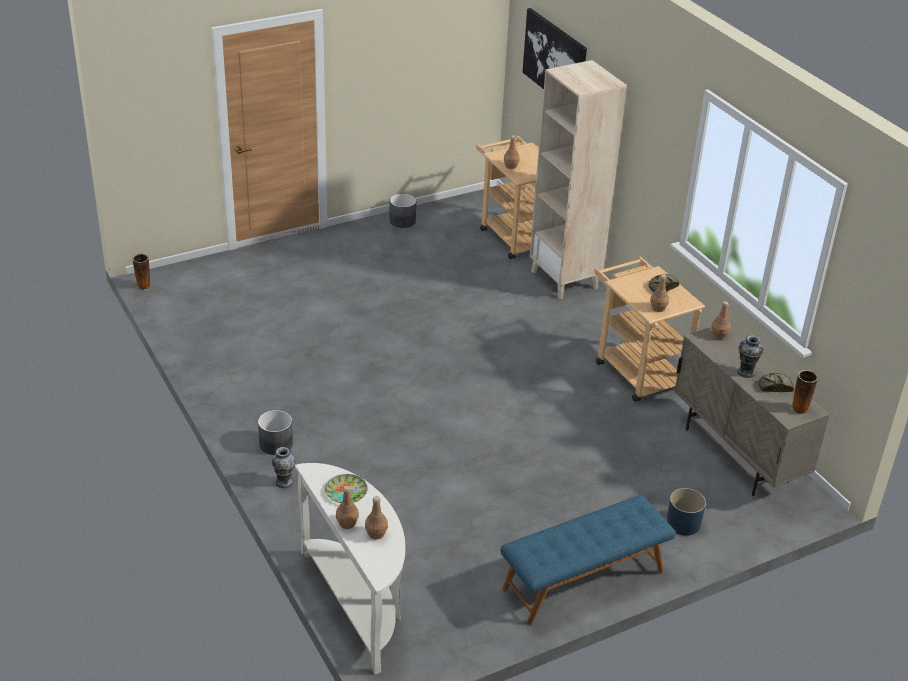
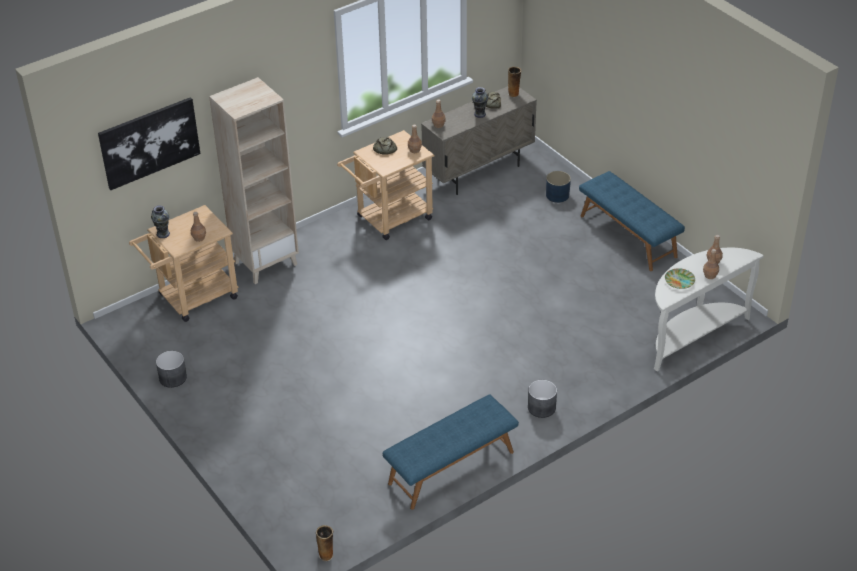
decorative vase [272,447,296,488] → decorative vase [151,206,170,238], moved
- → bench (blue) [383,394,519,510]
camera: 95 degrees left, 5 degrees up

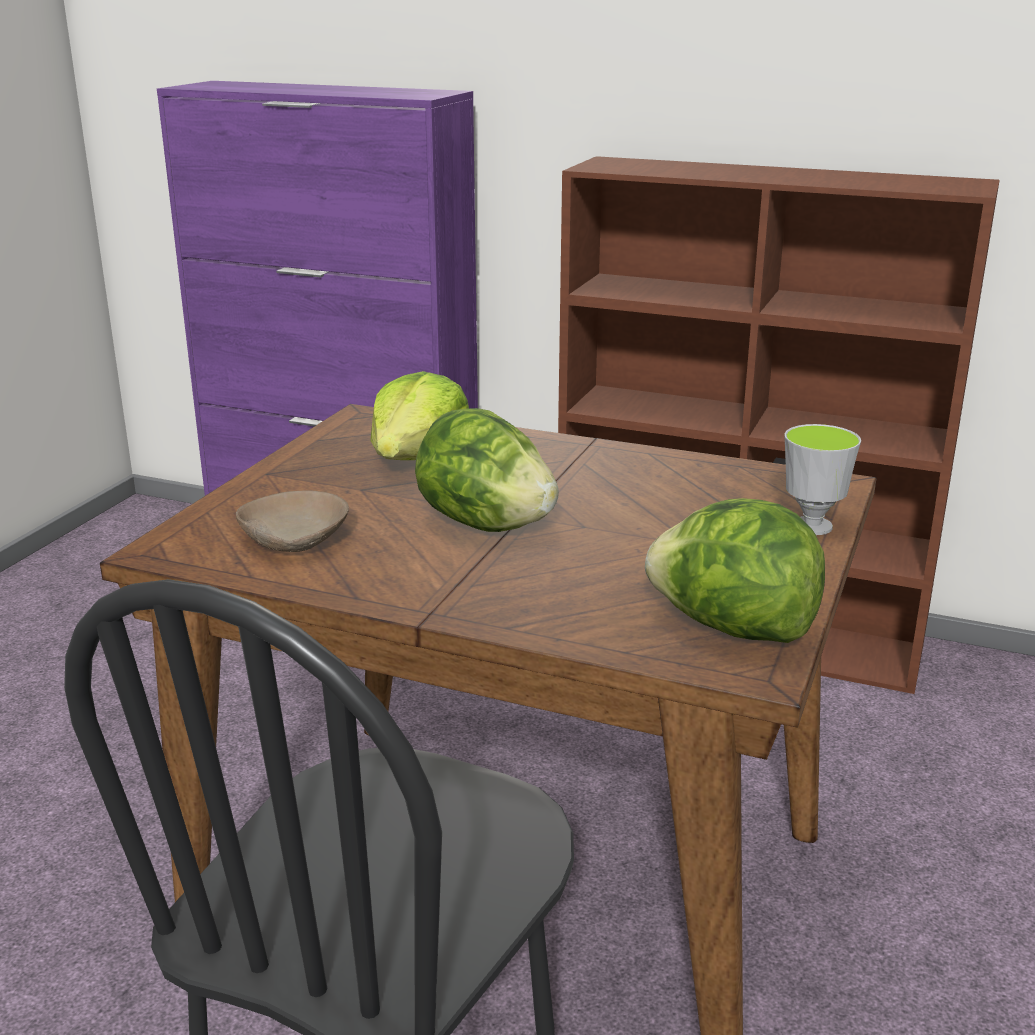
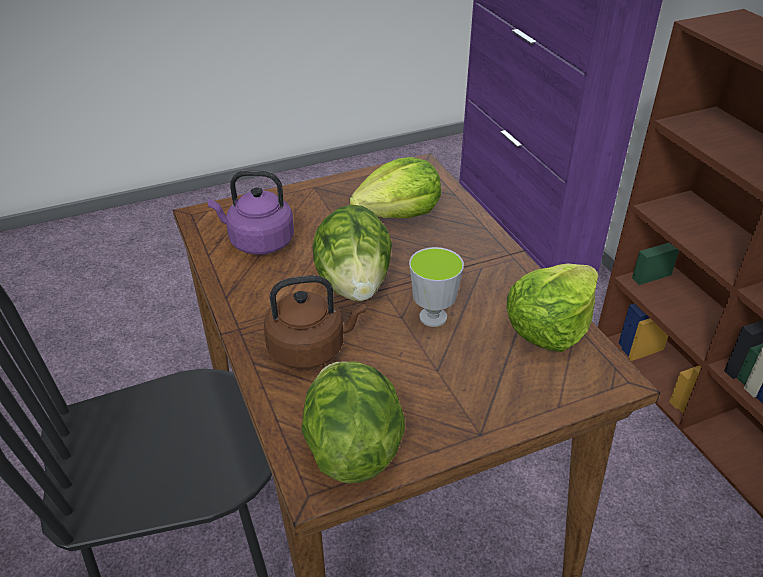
serving bowl (beige) [236,490,349,552] → kettle (purple-coloured) [208,170,294,255]
cup [784,424,861,535] → cup [409,247,464,327], moved
- → kettle (brownish) [264,275,366,369]
- → lettuce [507,263,598,352]
camera: 45 degrees right, 15 degrees up

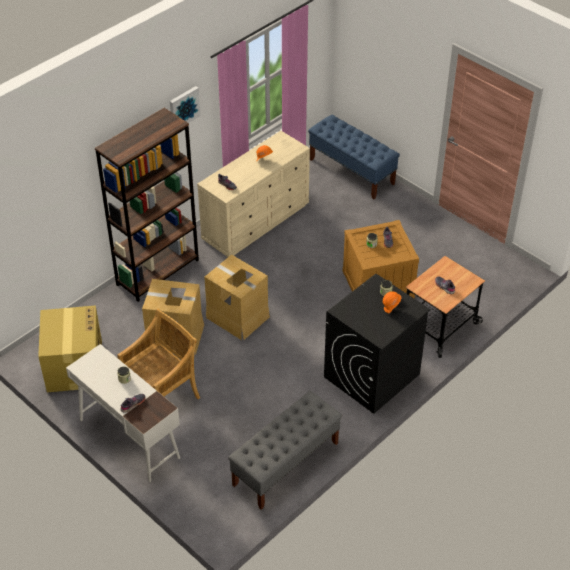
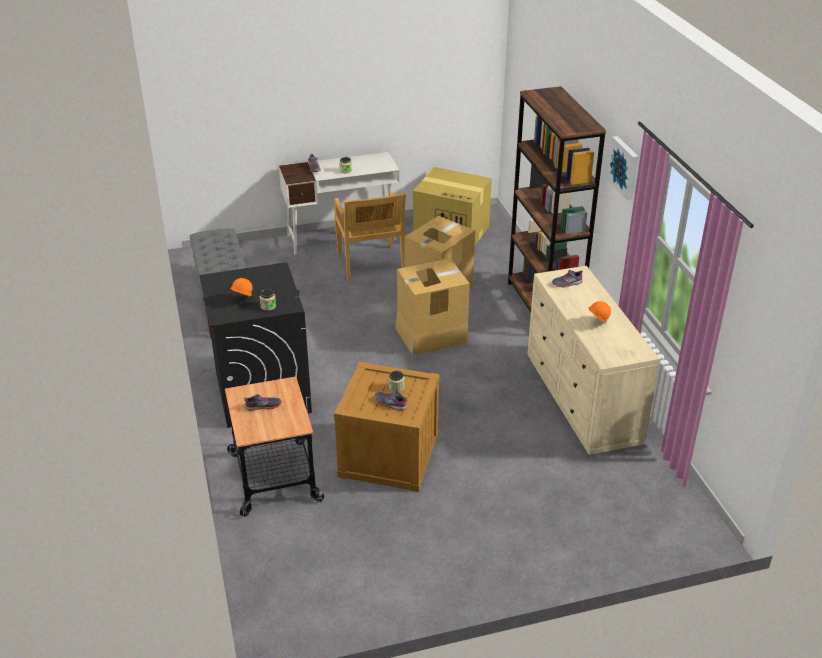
bench (blue) [308,115,400,199] → -
camera: 120 degrees right, 10 degrees down

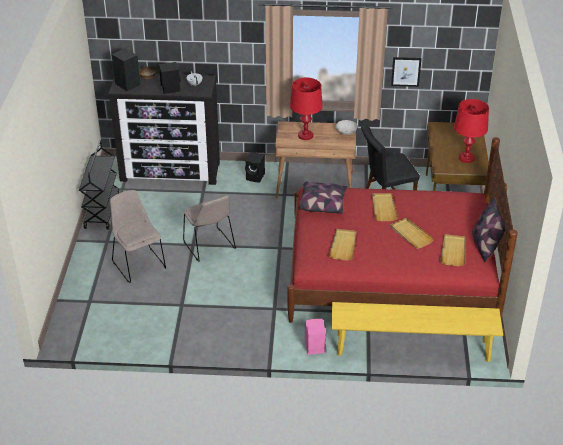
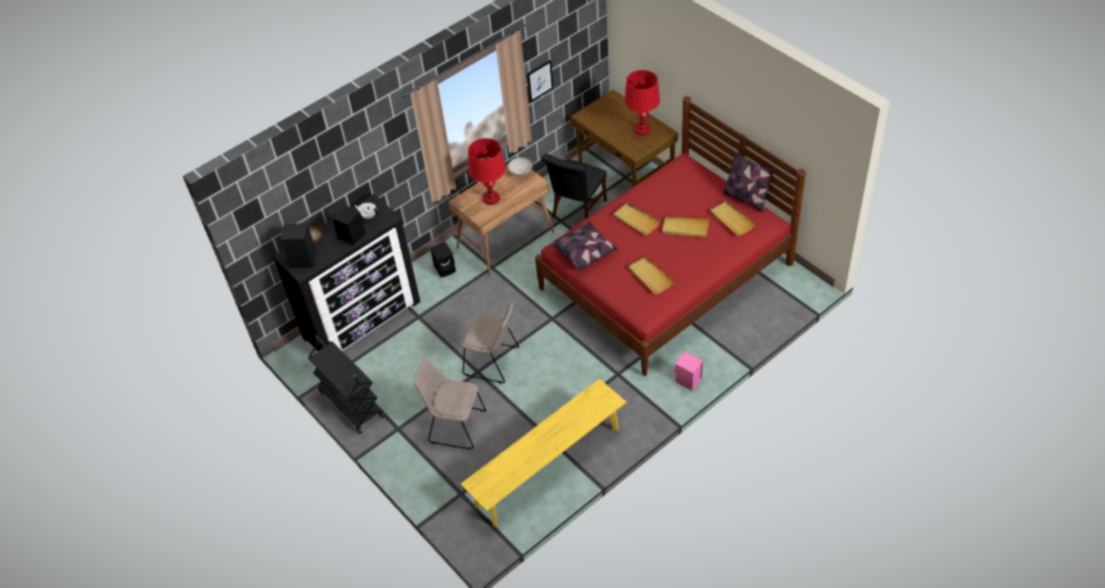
bench (yellow-coloured) [332,302,503,362] → bench (yellow-coloured) [461,379,626,526], moved
camera: 40 degrees left, 10 degrees up

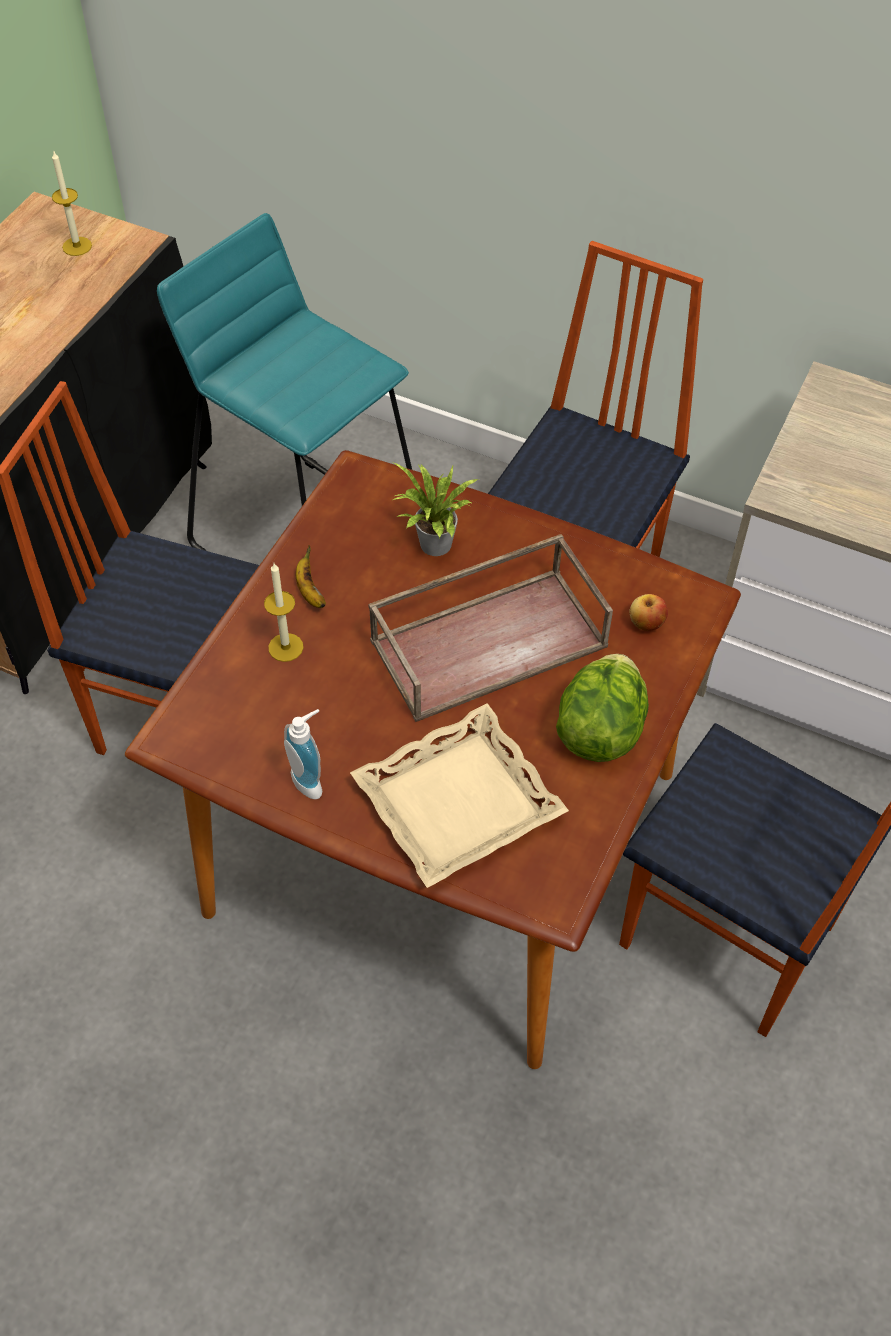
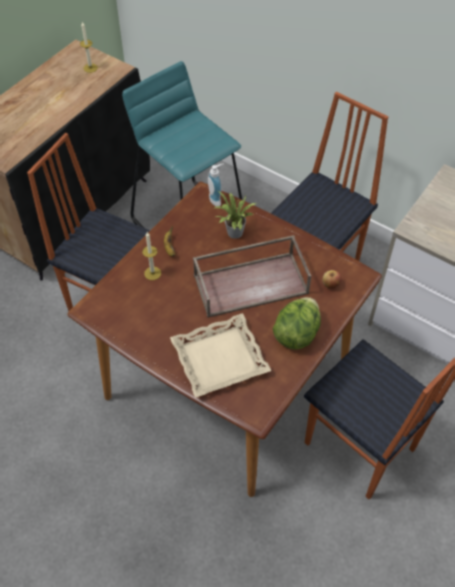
soap dispenser [284,709,322,799] → soap dispenser [208,164,224,206], moved
camera: 10 degrees right, 0 degrees up

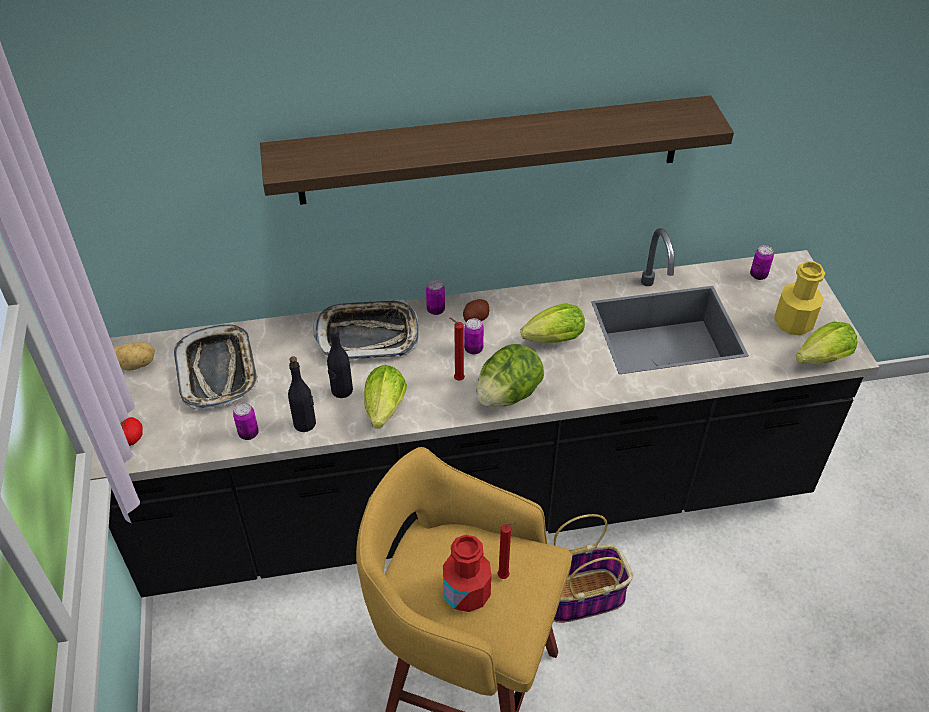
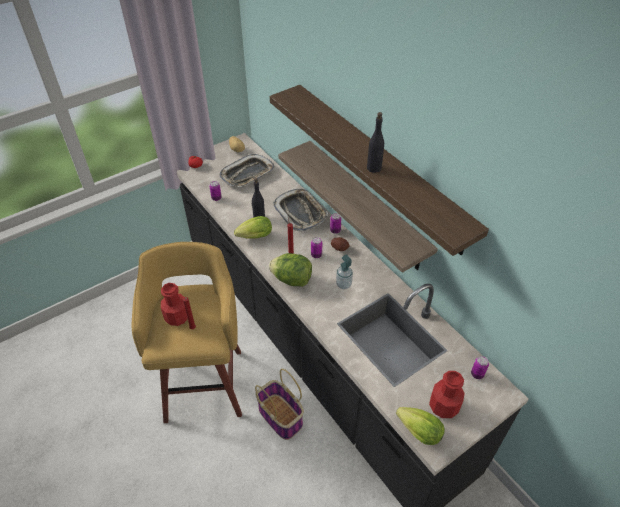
drink bottle (black) [288,356,316,432] → drink bottle (black) [367,112,384,173], moved
lettuce [520,304,585,343] → soap dispenser [336,254,353,289]
drink bottle (yellow-coloured) [774,261,825,335] → drink bottle (red) [429,371,465,418]
- → shelf [278,141,438,273]
camera: 65 degrees right, 0 degrees up

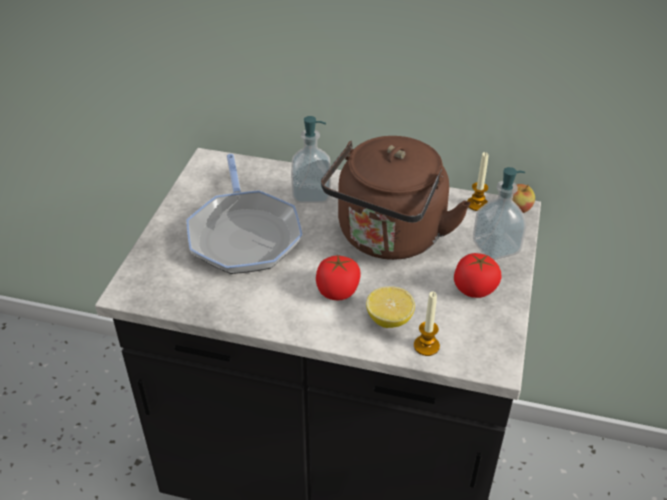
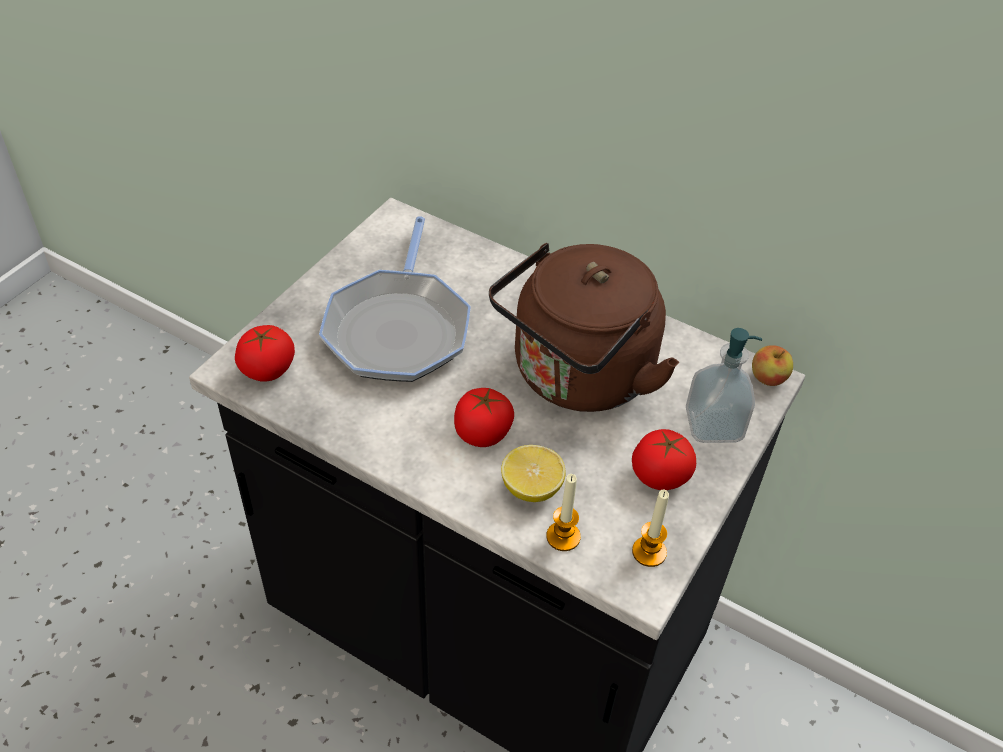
soap dispenser [291,116,330,203] → -
candle [467,152,489,211] → candle [632,490,669,567], moved
- → tomato [235,325,295,382]
camera: 15 degrees right, 5 degrees up

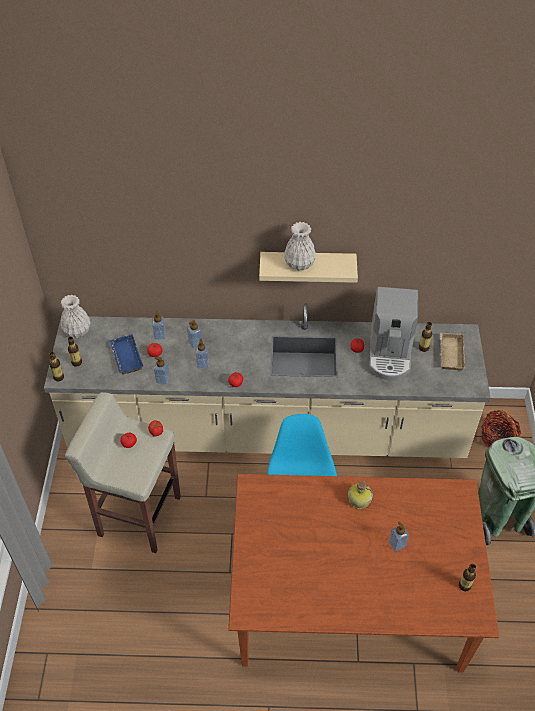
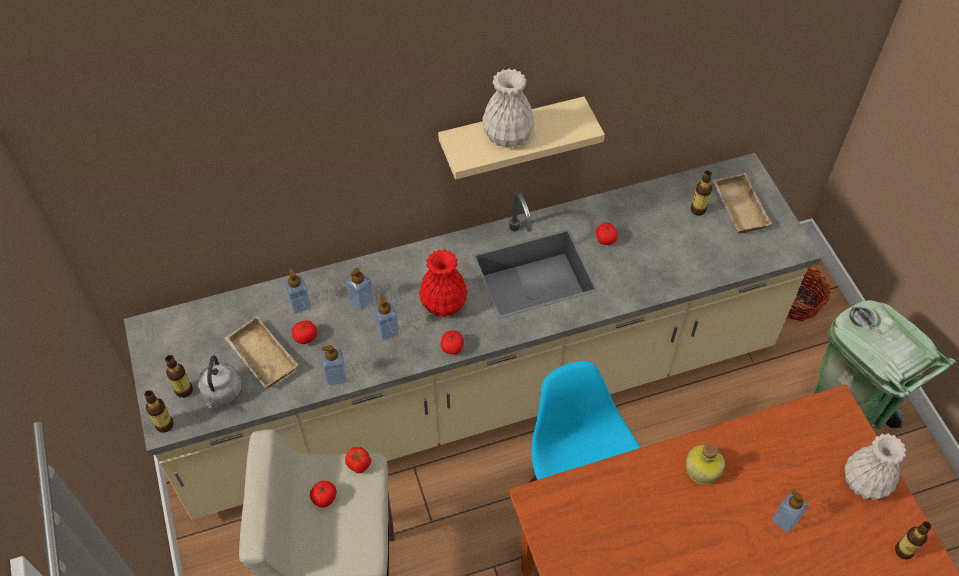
decorative vase (white) [61,295,90,338] → decorative vase (white) [845,433,907,500], moved
tray (blue) [110,334,143,374] → tray (beige) [224,316,298,388]
coffee machine [369,287,418,380] → -
- → kettle (greyish) [198,355,242,408]
- → decorative vase (red) [419,249,468,317]
camera: 20 degrees left, 5 degrees up

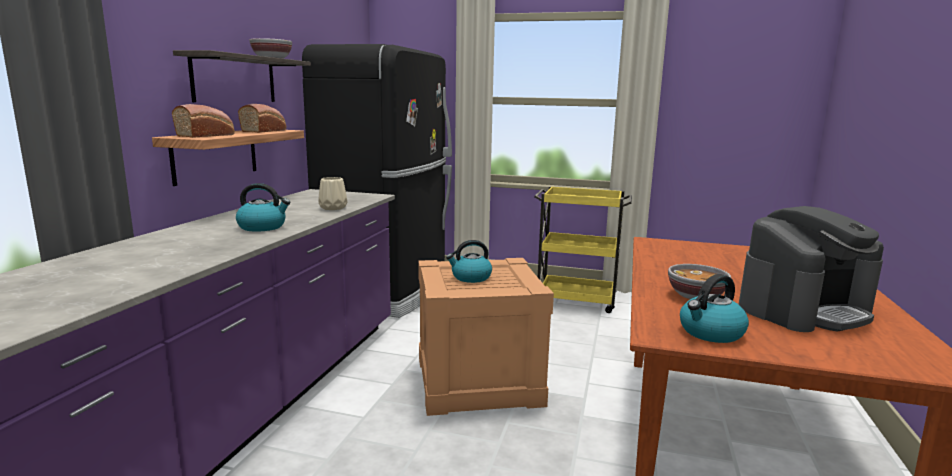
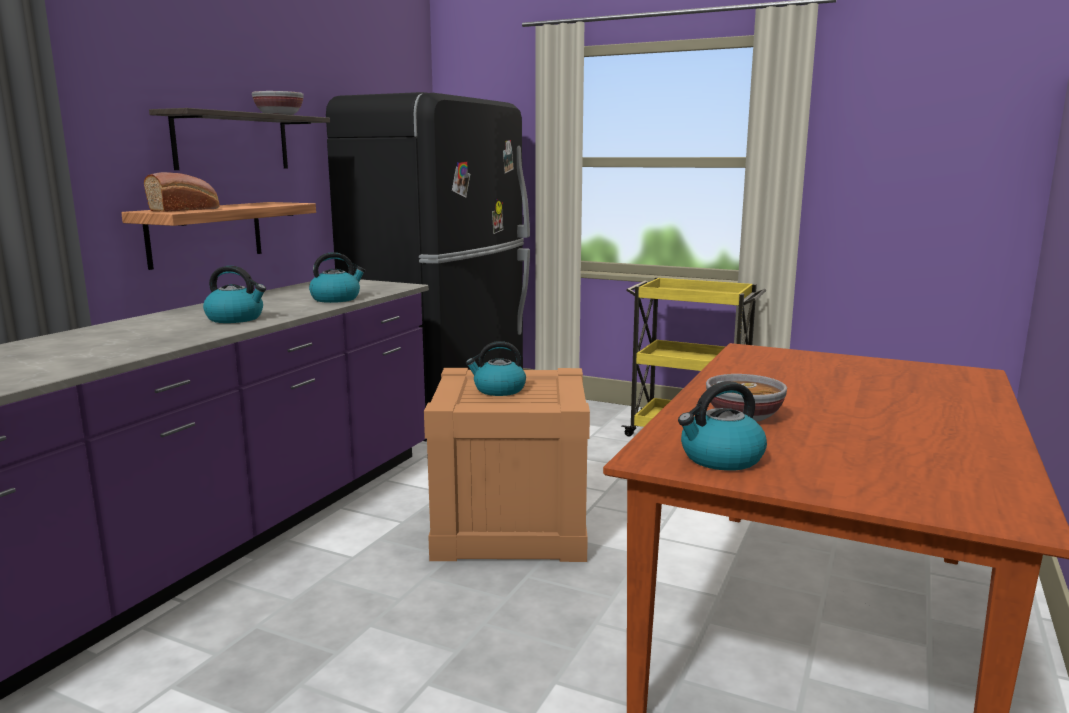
bakery bread [238,104,287,133] → -
decorative vase (beige) [318,177,347,210] → kettle [309,252,366,303]
coffee machine [739,206,884,332] → -
camera: 10 degrees right, 0 degrees up

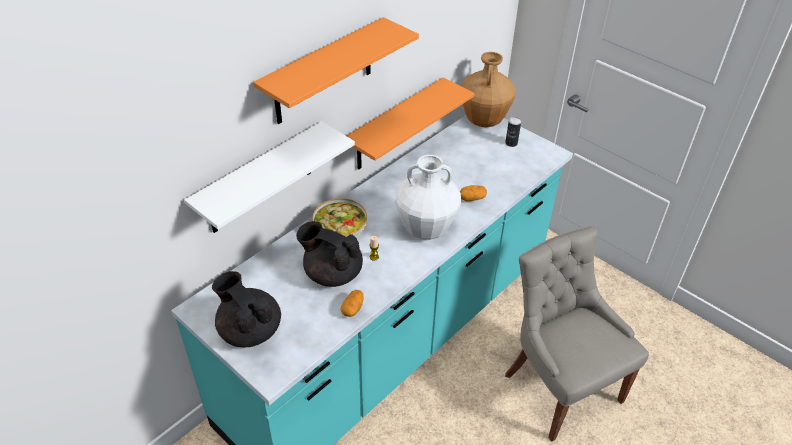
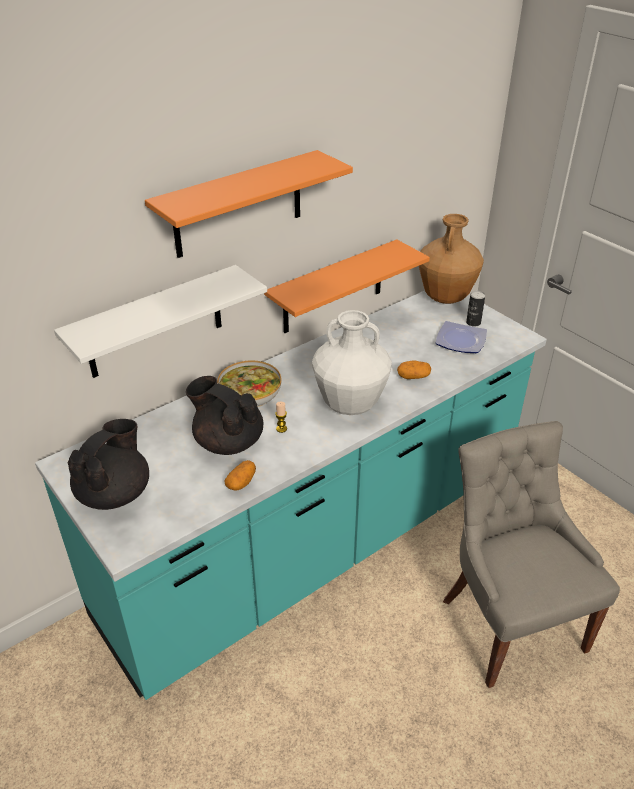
teapot (black) [212,271,281,347] → teapot (black) [67,419,149,510], 60 degrees clockwise
- → plate [436,321,487,353]
camera: 10 degrees right, 5 degrees down

